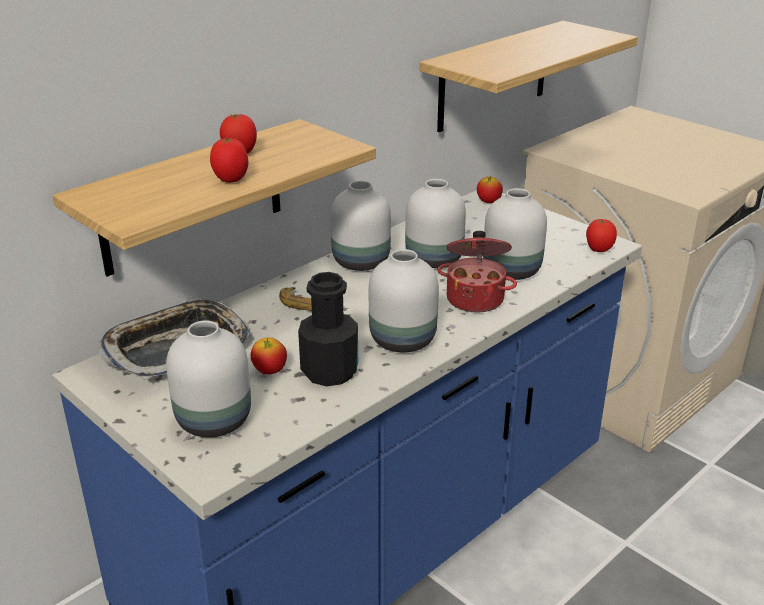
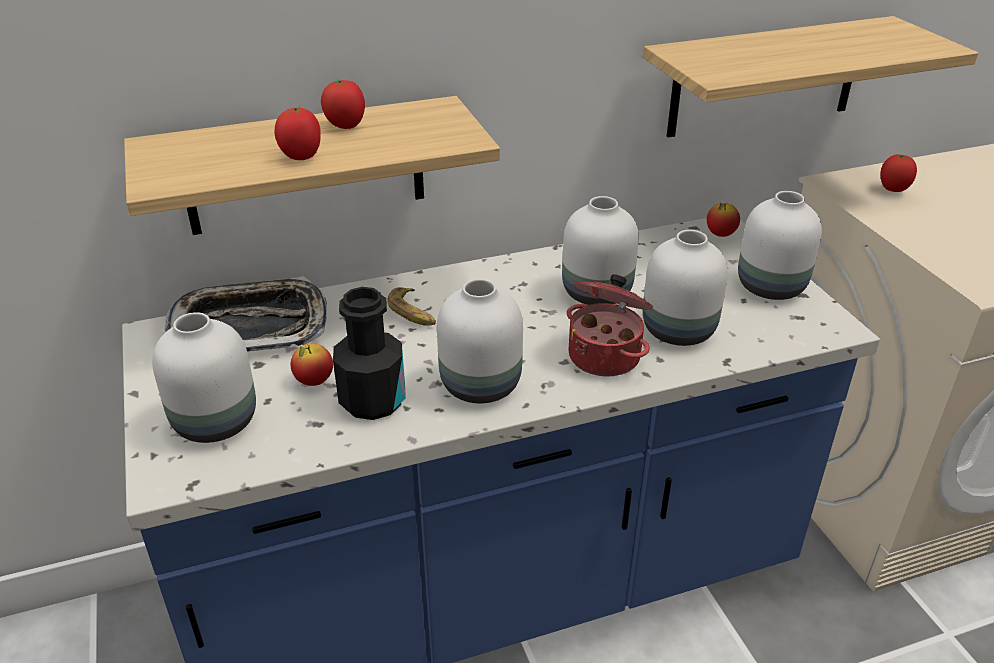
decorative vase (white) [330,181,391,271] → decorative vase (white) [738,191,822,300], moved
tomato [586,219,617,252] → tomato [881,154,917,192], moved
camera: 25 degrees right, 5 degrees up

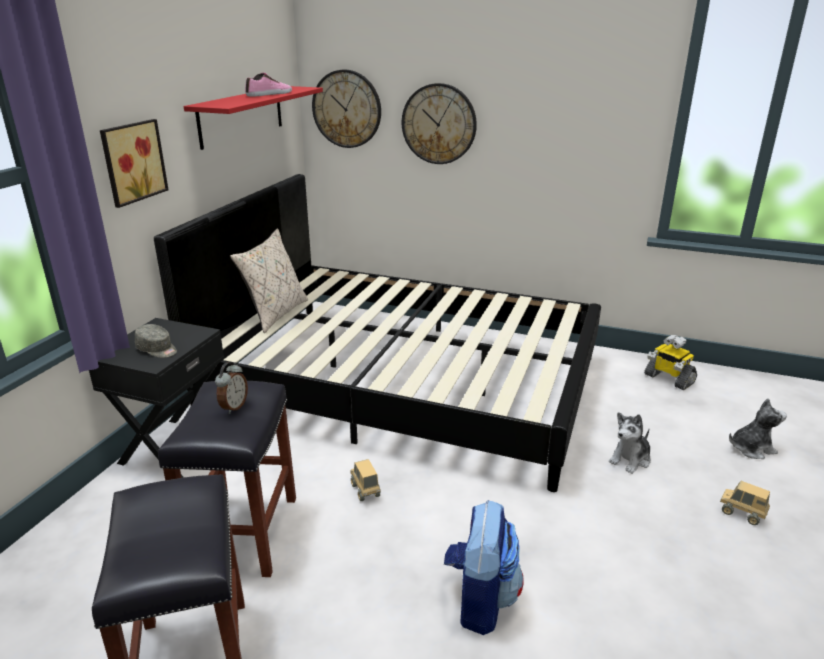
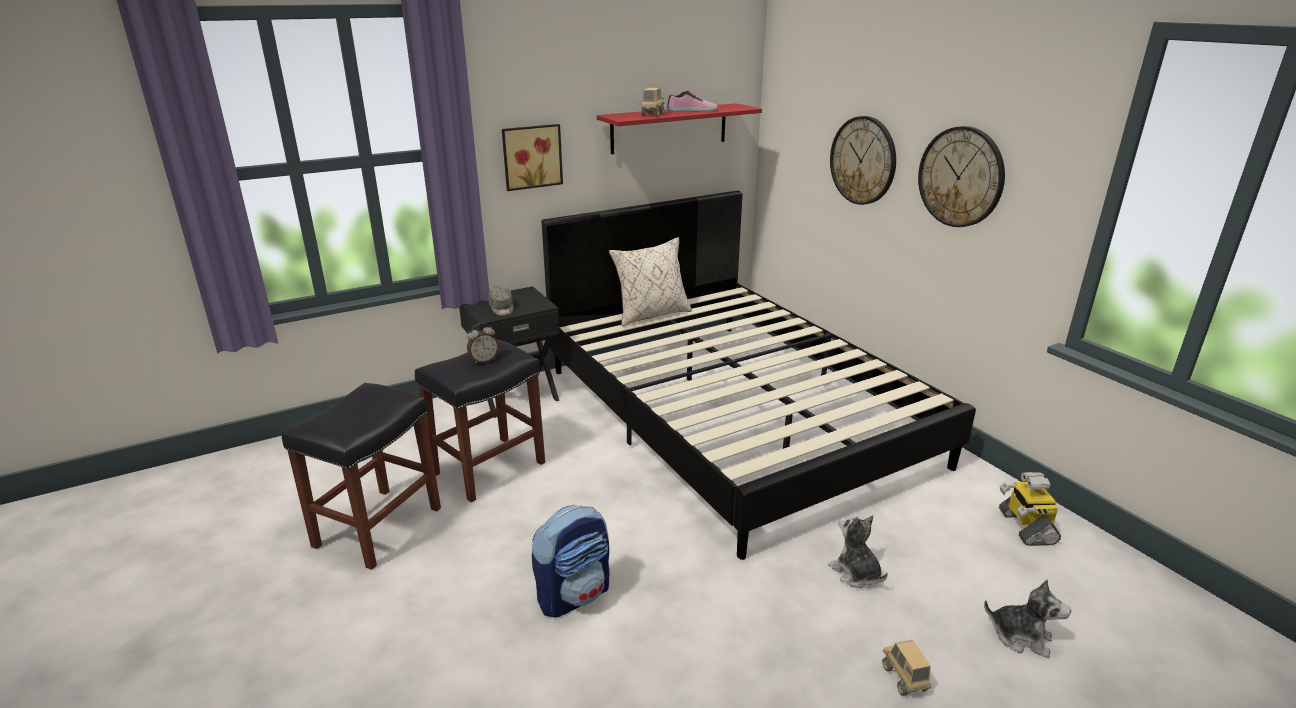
clock on the wall [312,69,381,148] → clock on the wall [918,126,1005,227], moved
model truck [350,459,381,501] → model truck [641,87,664,116], moved
soft toy [609,412,651,474] → soft toy [828,515,888,588], 60 degrees clockwise
camera: 40 degrees right, 0 degrees up

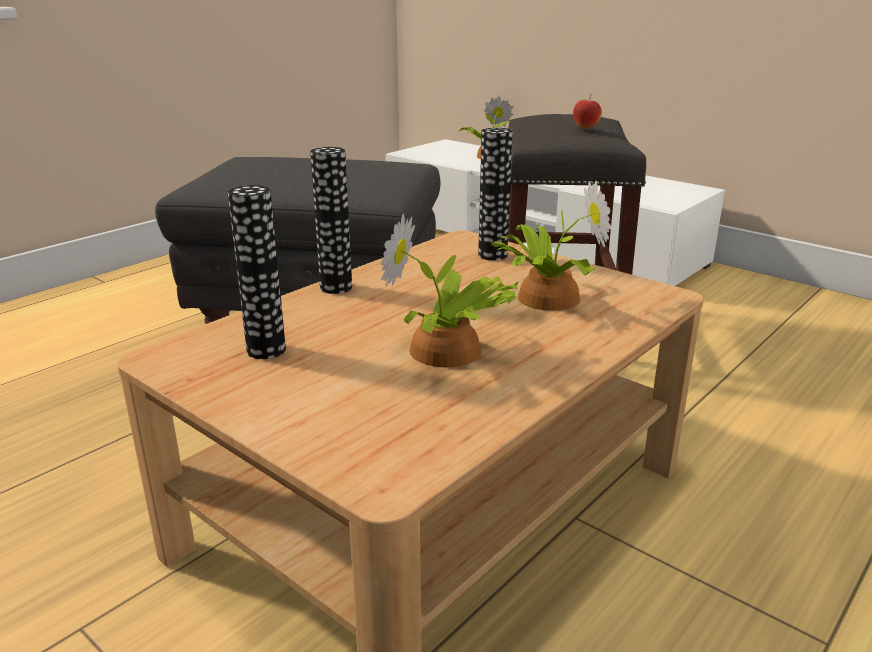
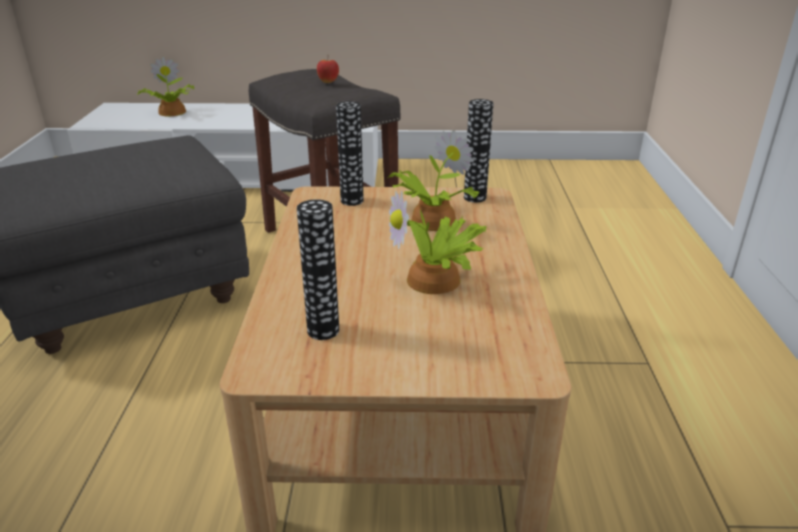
decorative vase [310,147,352,294] → decorative vase [464,99,493,203], moved
camera: 40 degrees left, 5 degrees up

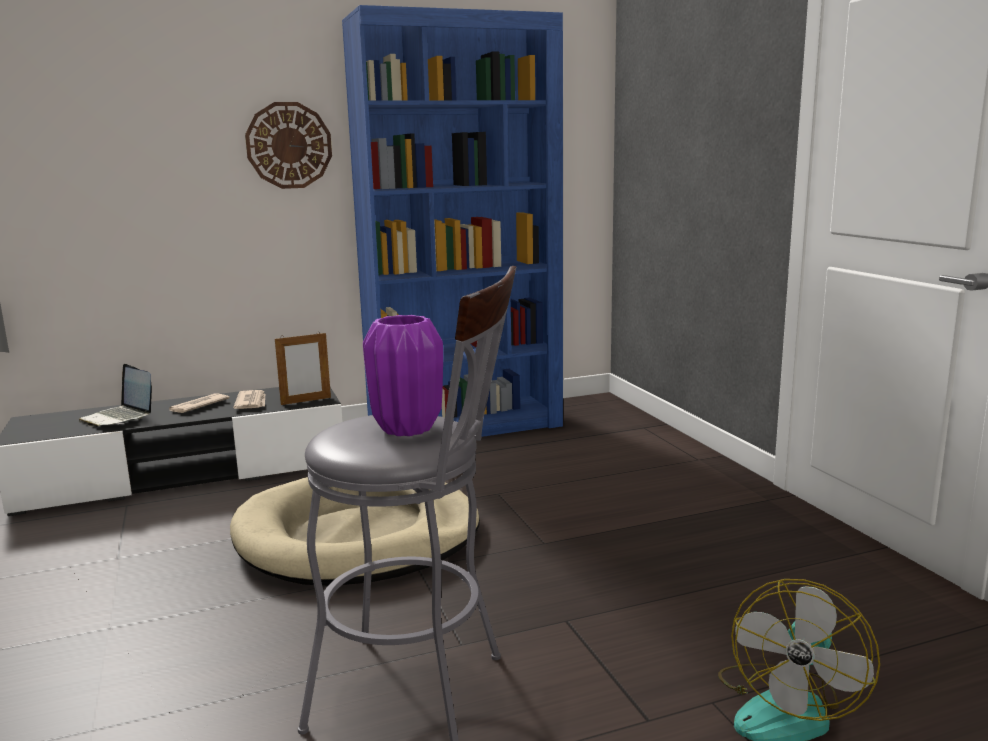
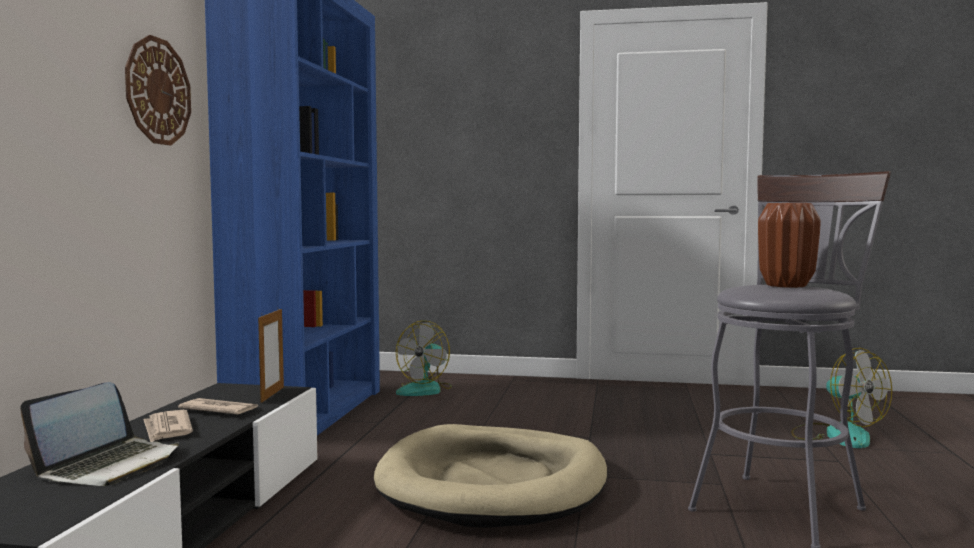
laptop [79,364,152,427] → laptop [20,382,179,486], 45 degrees counterclockwise
decorative vase (purple-coloured) [363,315,443,436] → decorative vase (brownish) [758,203,821,288]
- → electric fan [396,320,452,396]
camera: 60 degrees left, 10 degrees down

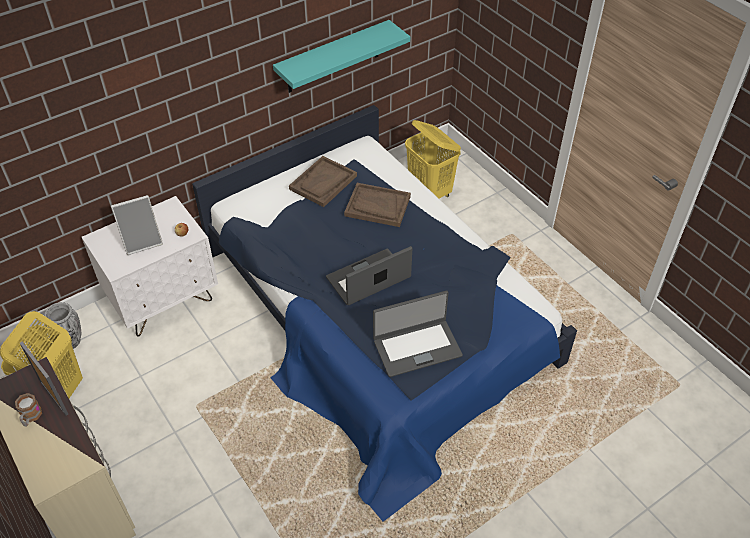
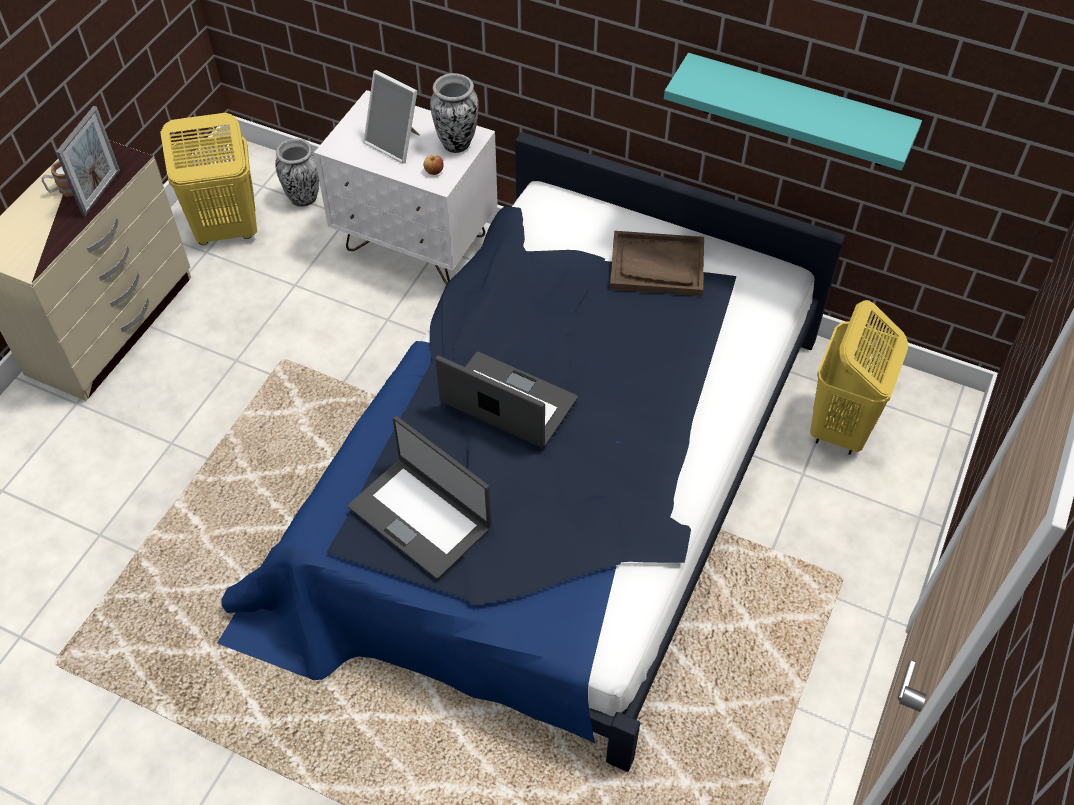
tray (brownish) [344,183,411,227] → -
- → decorative vase [430,73,479,153]
camera: 60 degrees right, 5 degrees up

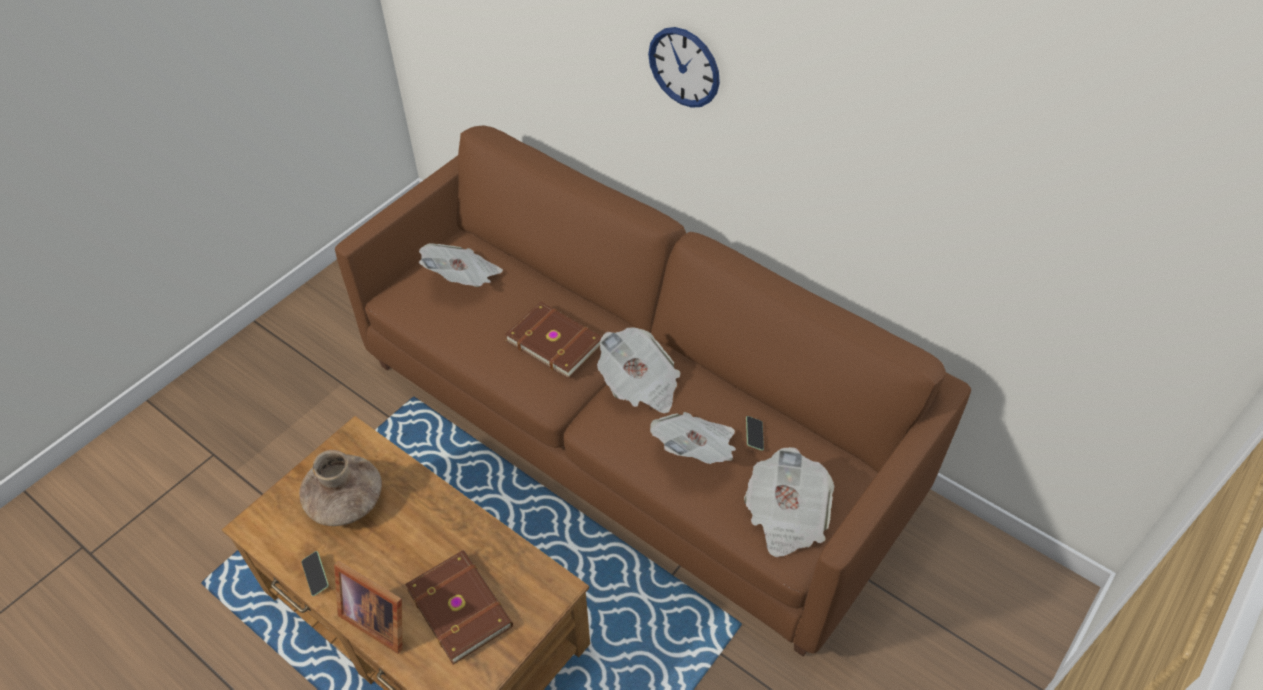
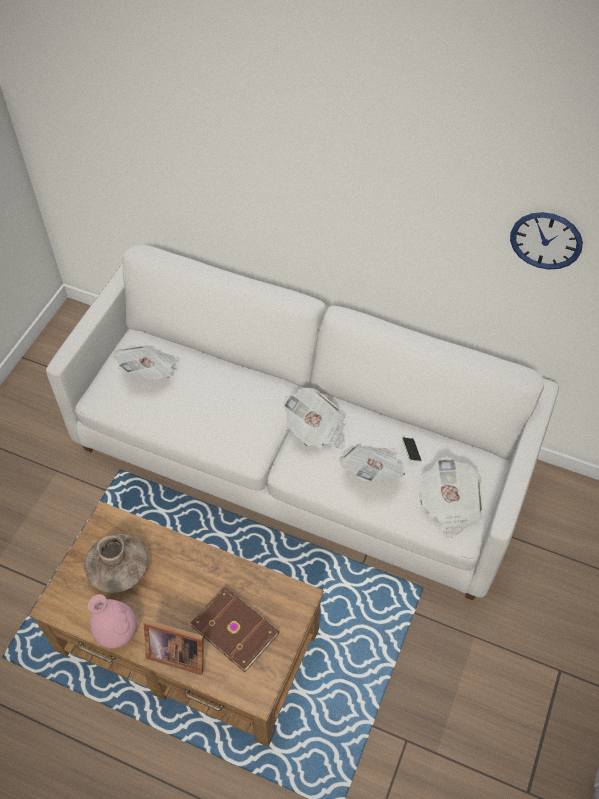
handset [301,551,329,596] → decorative vase (pinkish) [88,594,137,648]
settee (brownish) [335,125,971,657] → settee (white) [46,244,559,600]
book (brownish) [505,301,602,379] → -
clock on the wall [648,27,720,108] → clock on the wall [510,212,583,270], moved
camera: 15 degrees left, 5 degrees up

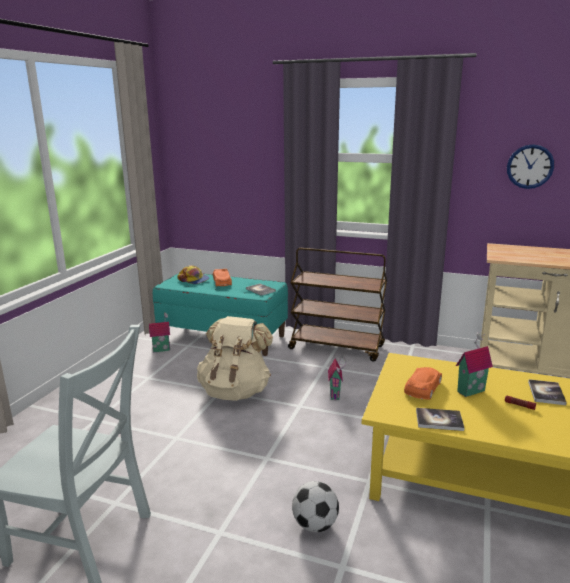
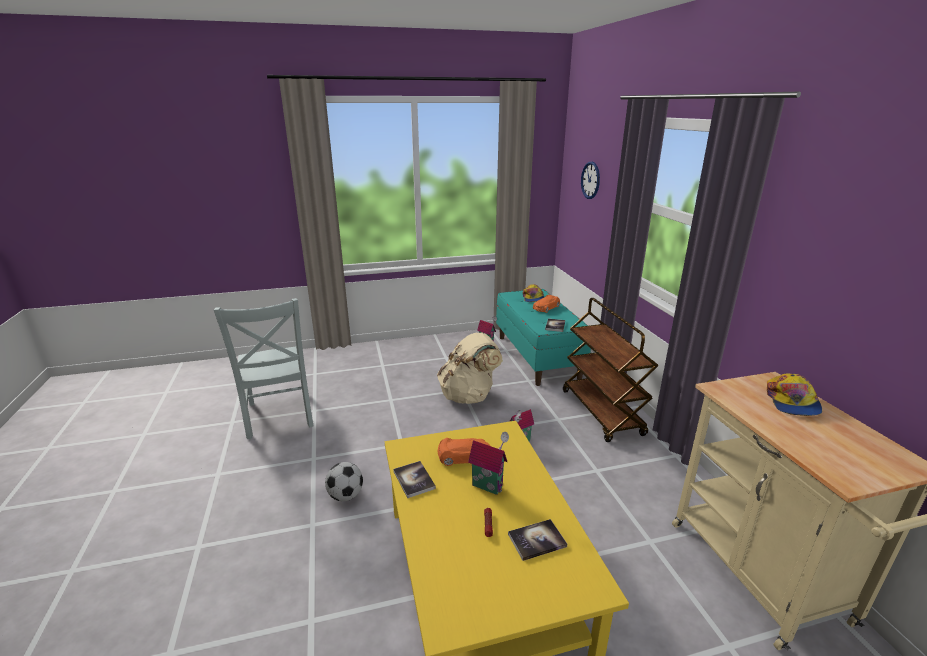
clock on the wall [507,144,554,189] → clock on the wall [581,162,600,199], moved
- → cap [767,373,822,416]
camera: 55 degrees right, 5 degrees up

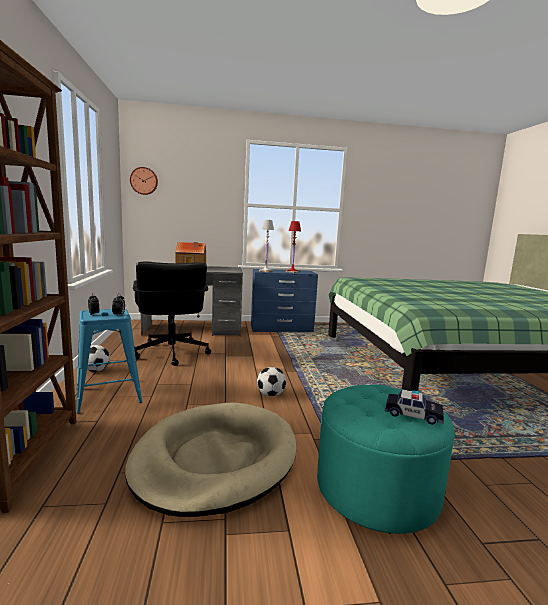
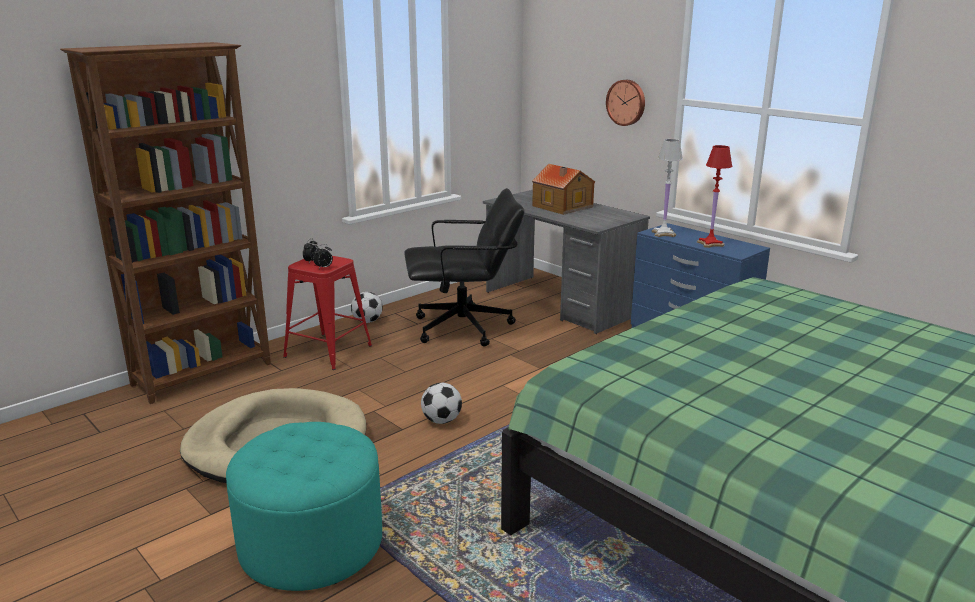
stool (blue) [76,309,142,414] → stool (red) [283,256,372,370]
clock on the wall [130,167,158,195] → clock on the wall [606,80,645,126], moved
computer chair (black) [133,261,211,366] → computer chair (black) [404,188,524,347], 135 degrees counterclockwise
miniature car [385,389,444,425] → -
camera: 55 degrees right, 10 degrees up

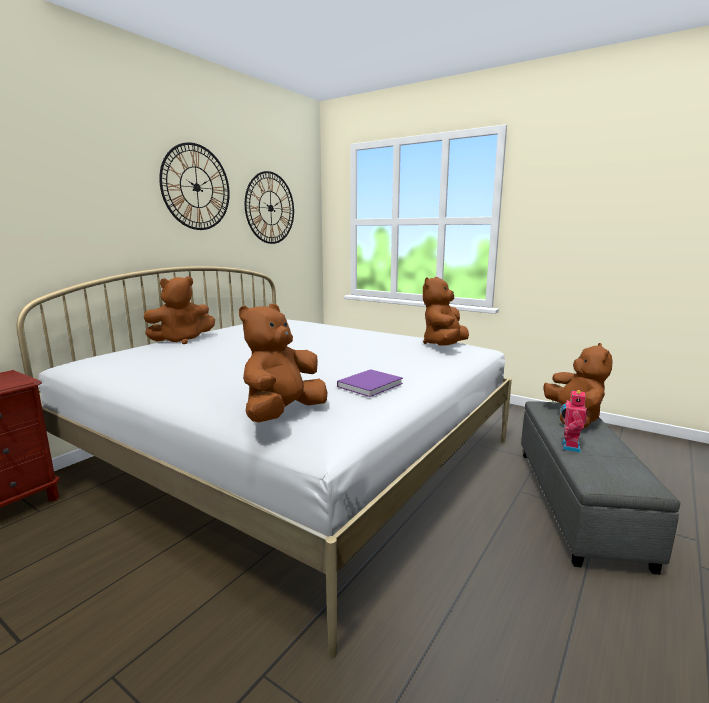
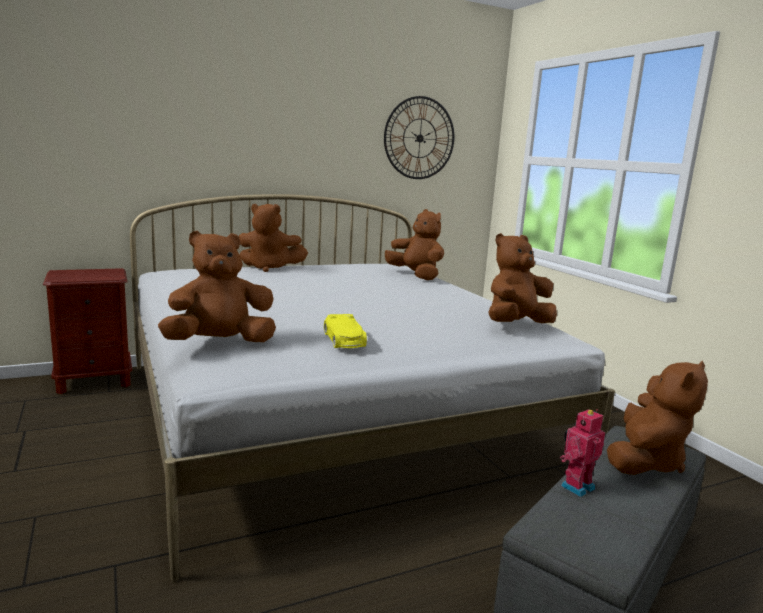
clock on the wall [159,142,230,230] → -
book (purple-coloured) [337,369,403,397] → miniature car (yellow-coloured) [324,314,367,348]
- → soft toy (brownish) [385,209,444,280]
camera: 30 degrees right, 0 degrees up

